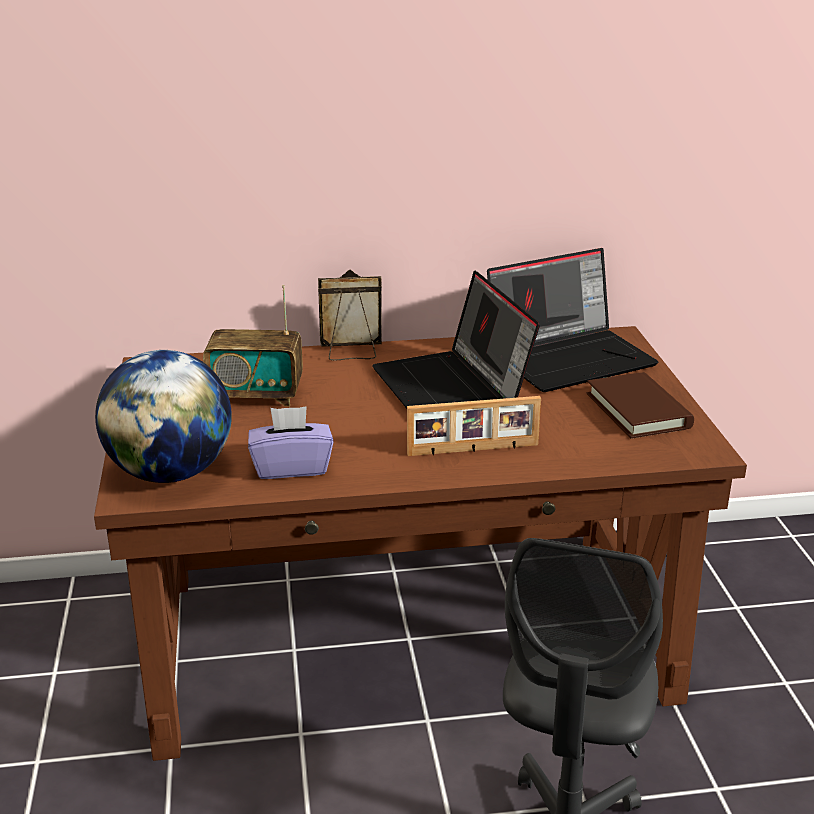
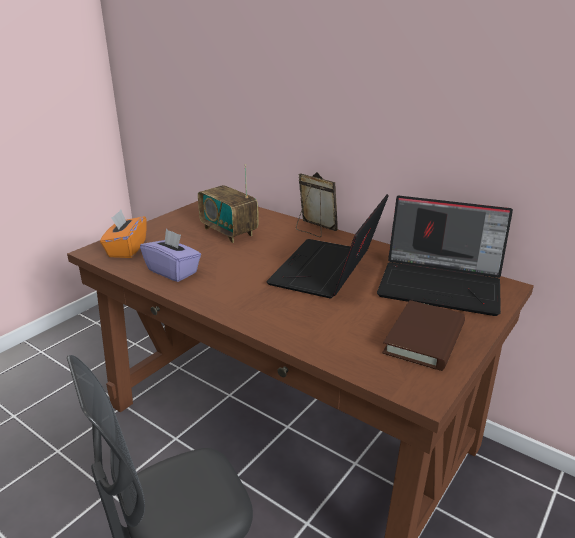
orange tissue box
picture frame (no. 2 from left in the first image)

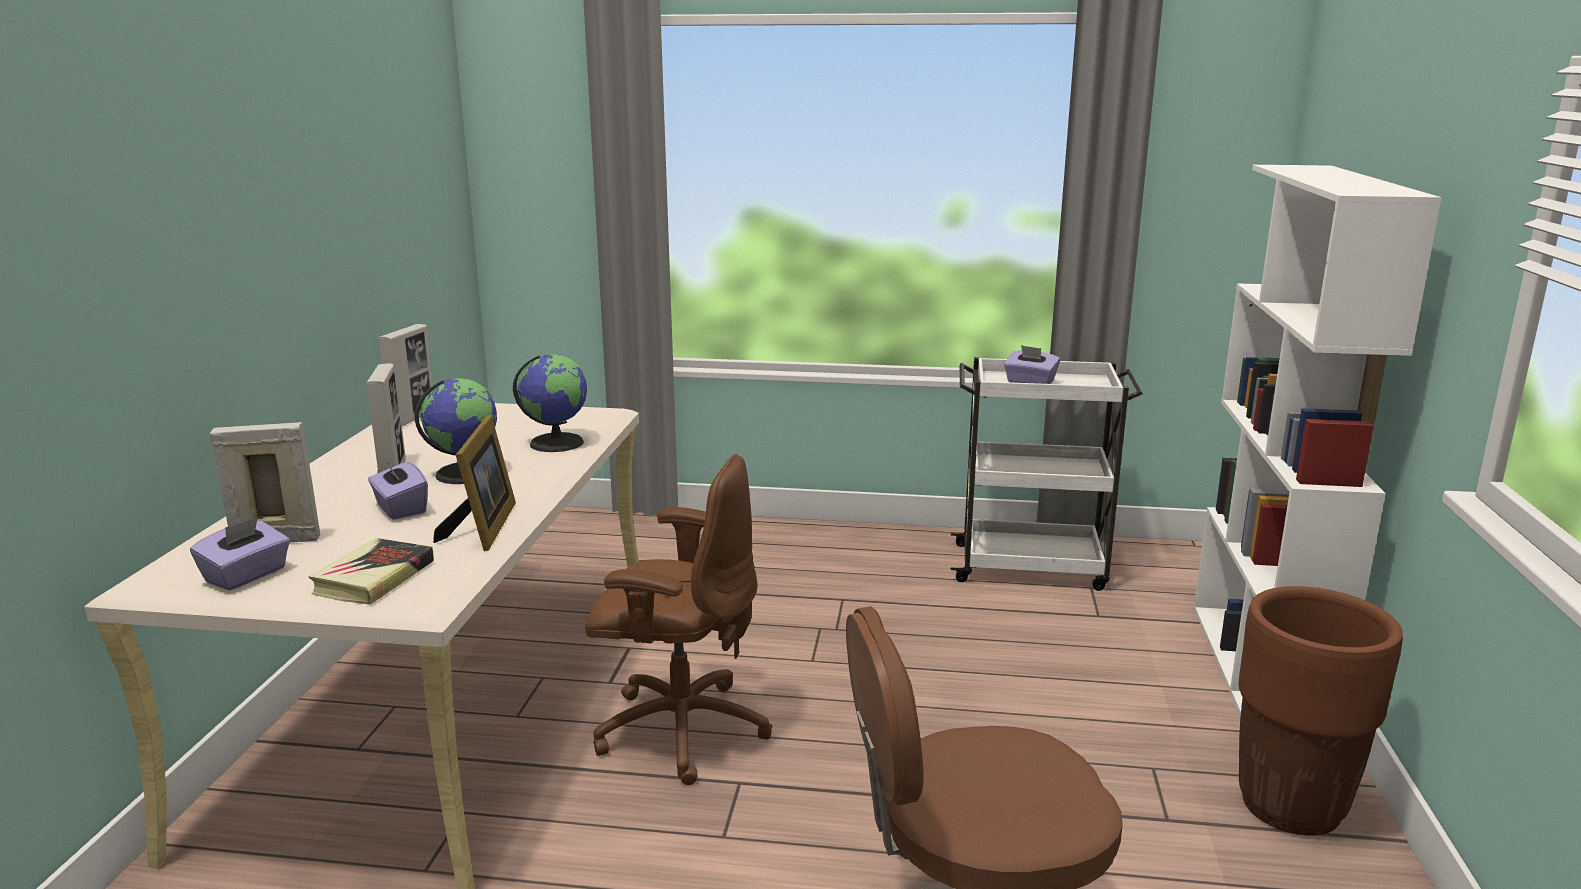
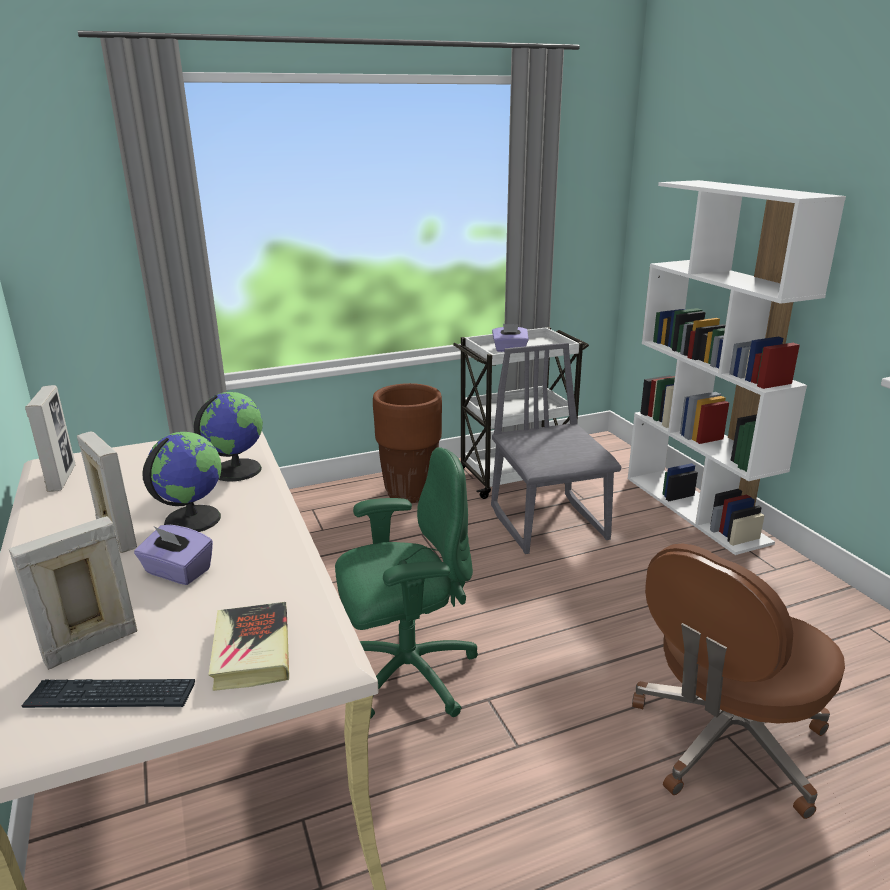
keyboard
green office chair
brown planter
grey chair
picture frame (no. 4 from left in the first image)

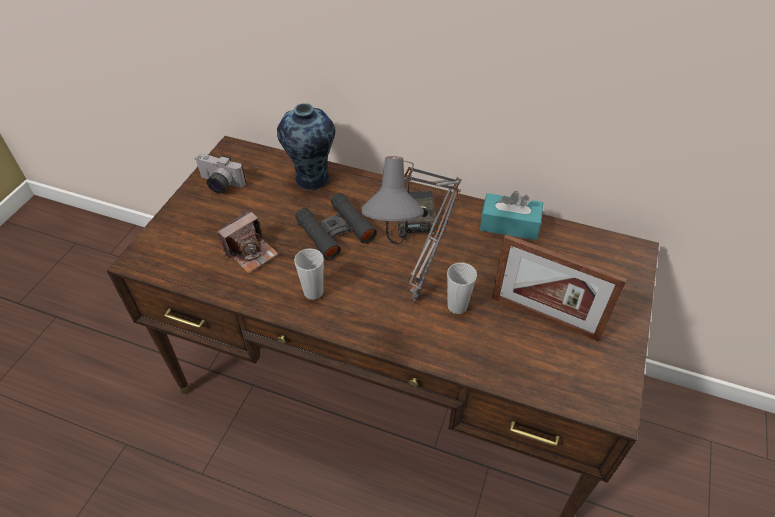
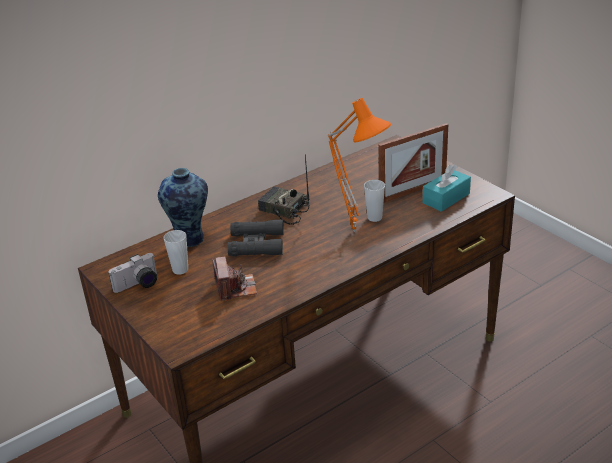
cup (no. 1 from left)
orange table lamp
turquoise tissue box

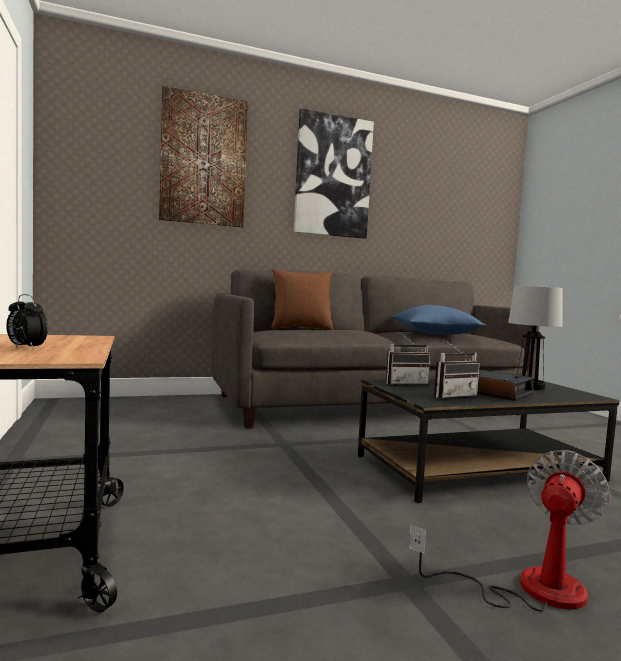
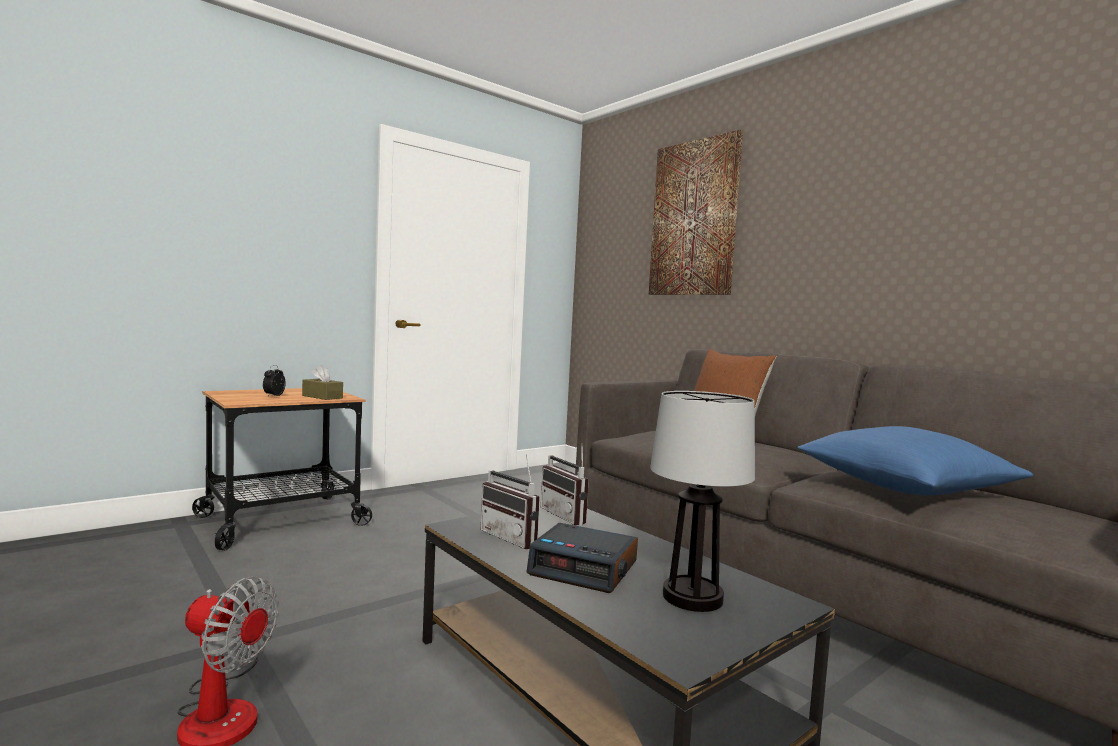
brown tissue box
picture (no. 2 from left in the first image)

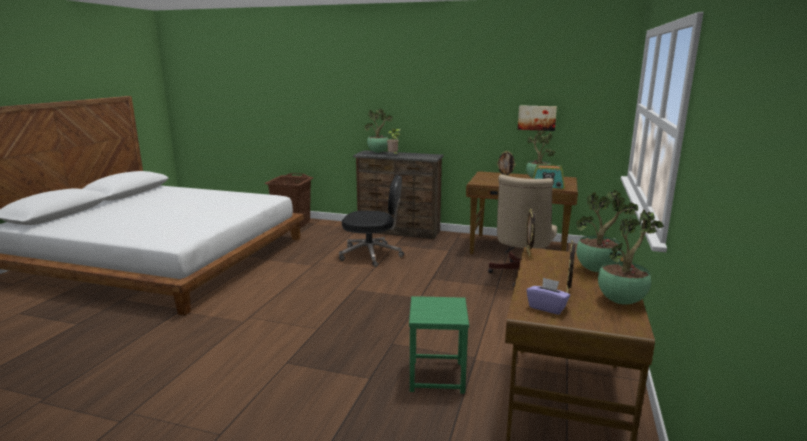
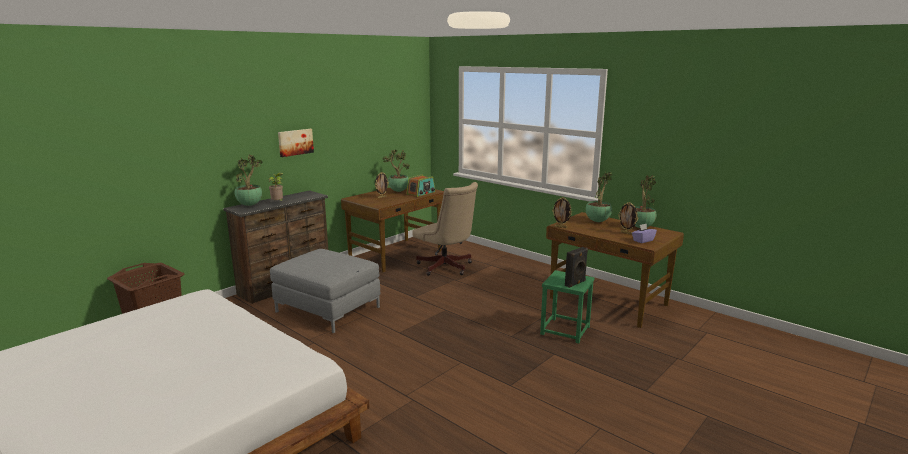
grey ottoman
picture
black speaker

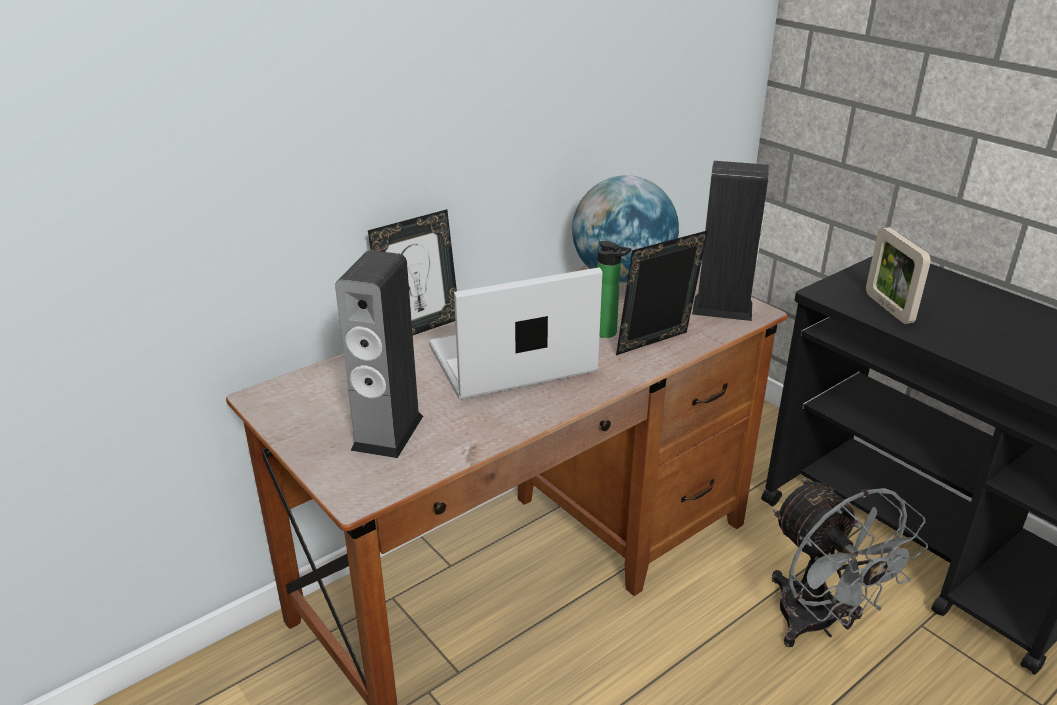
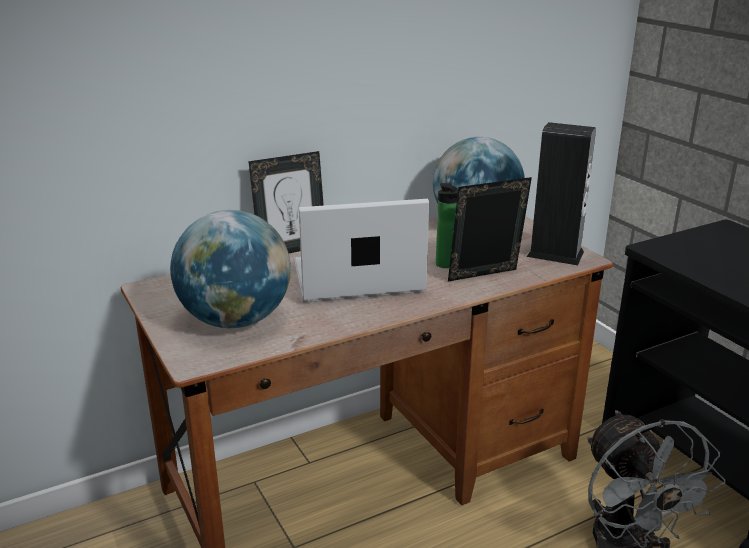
globe (no. 1 from left)
picture frame (no. 3 from left in the first image)

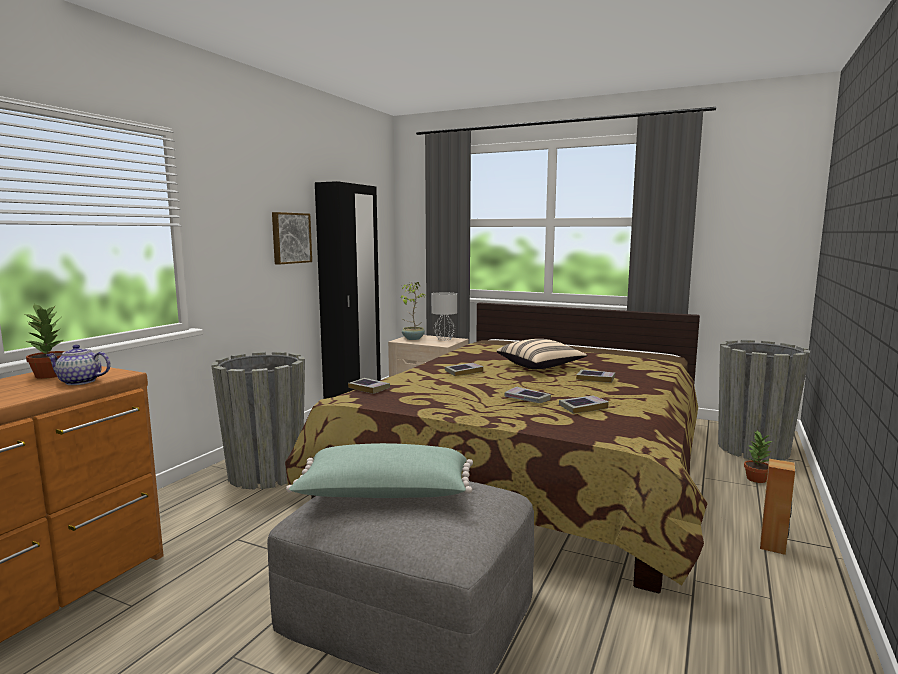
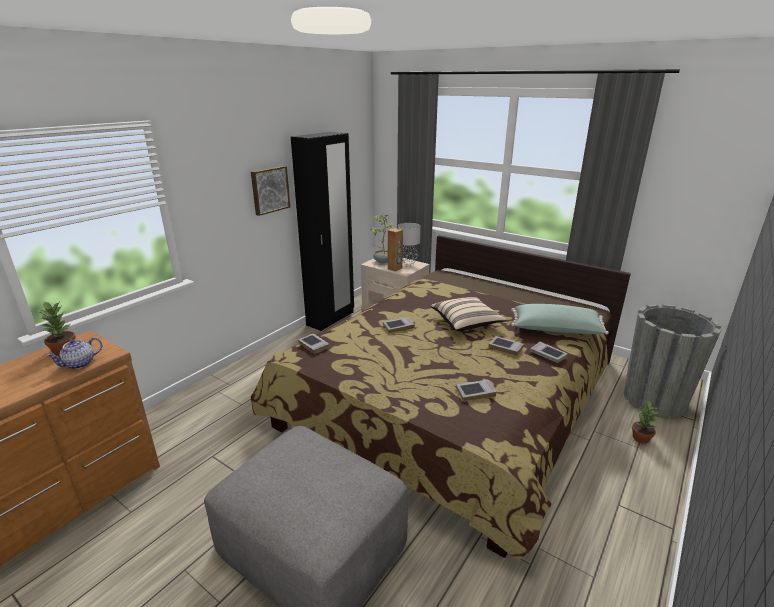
teapot
brown speaker
green pillow
book (no. 5 from left)
grey planter (no. 1 from left in the first image)

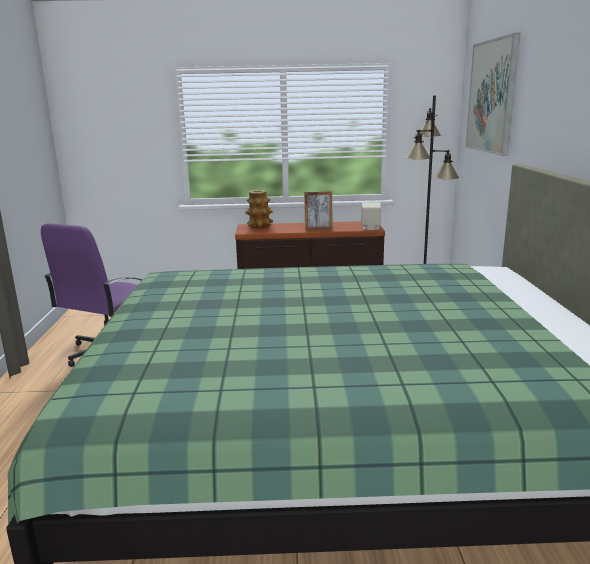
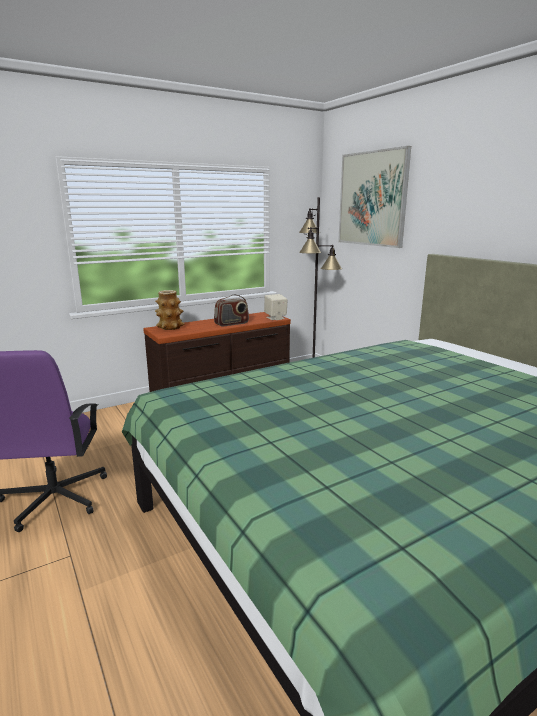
radio

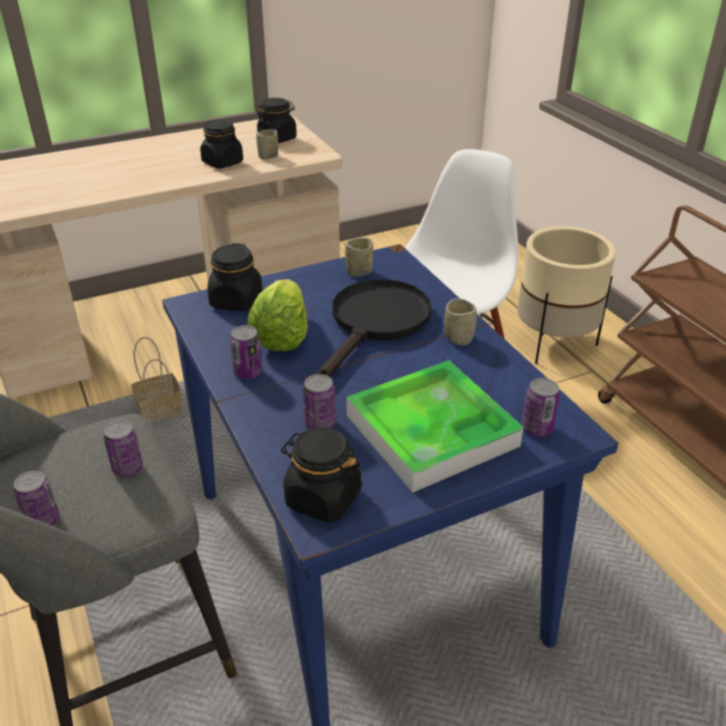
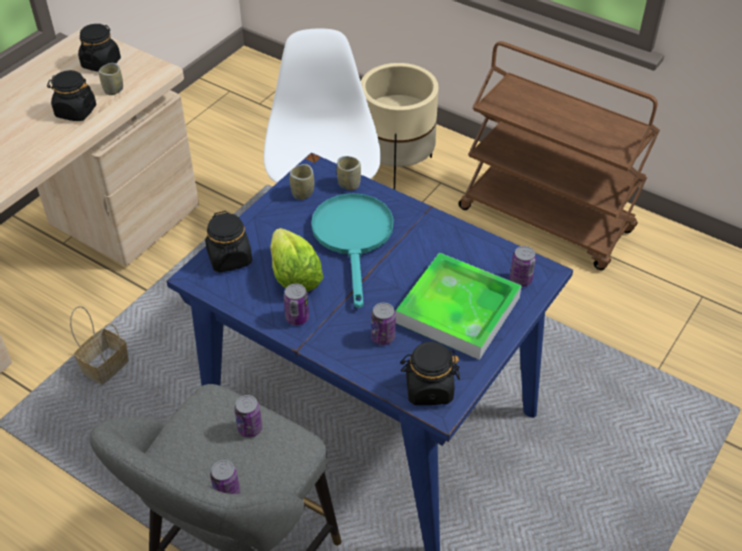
turquoise frying pan
cup (no. 3 from left)

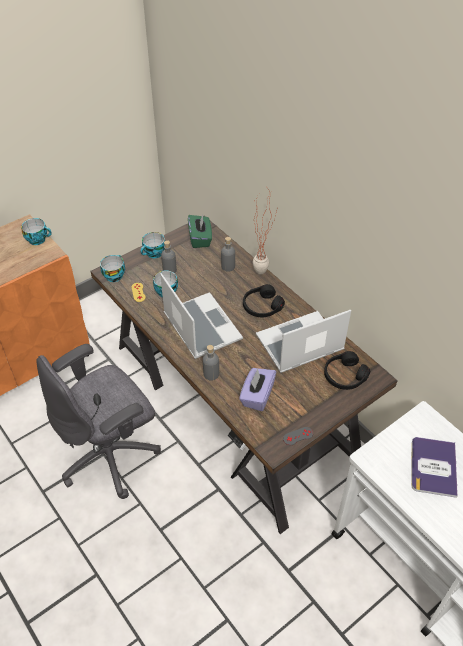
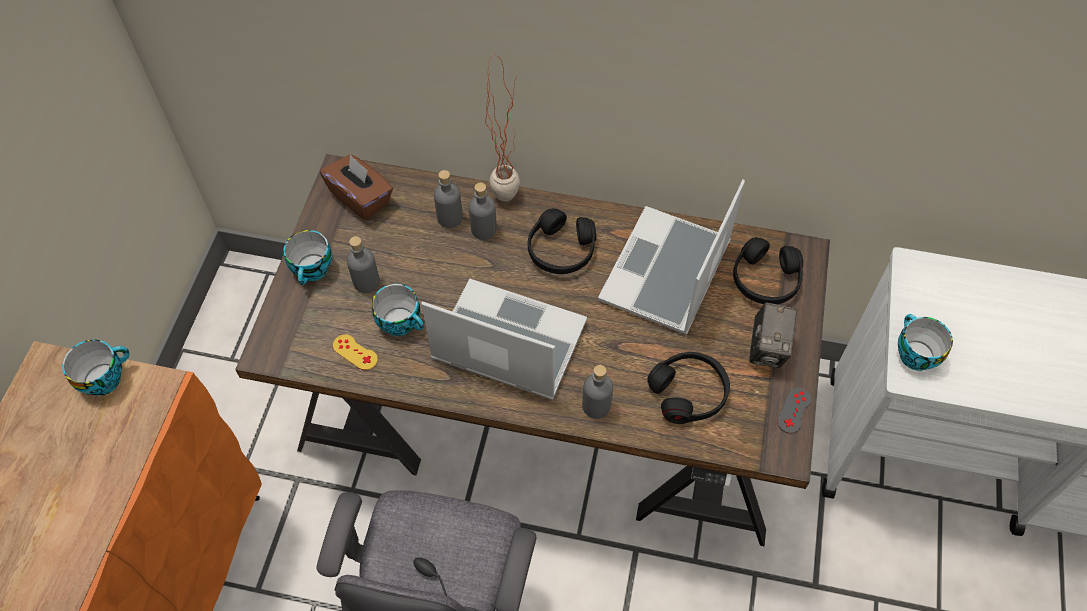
brown tissue box
grey bottle (no. 3 from left)
black headphones (no. 2 from left)
photo camera
cup (no. 4 from left)
book

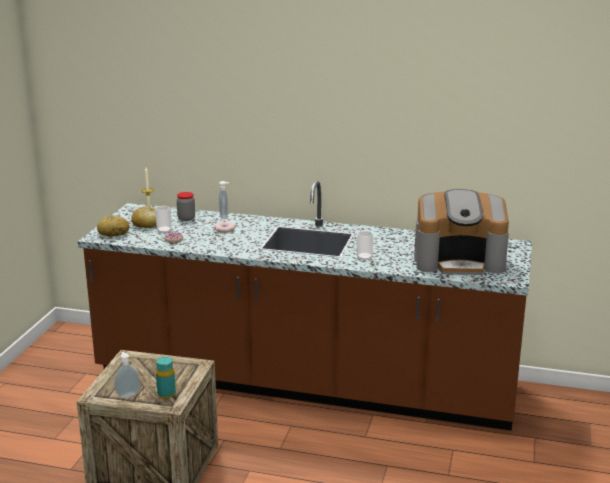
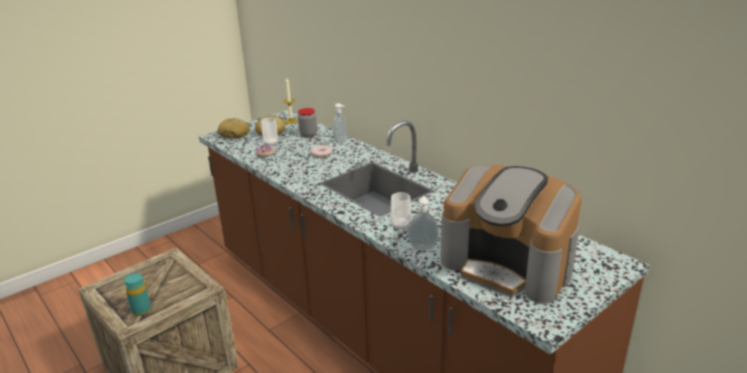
soap dispenser (no. 2 from left)

